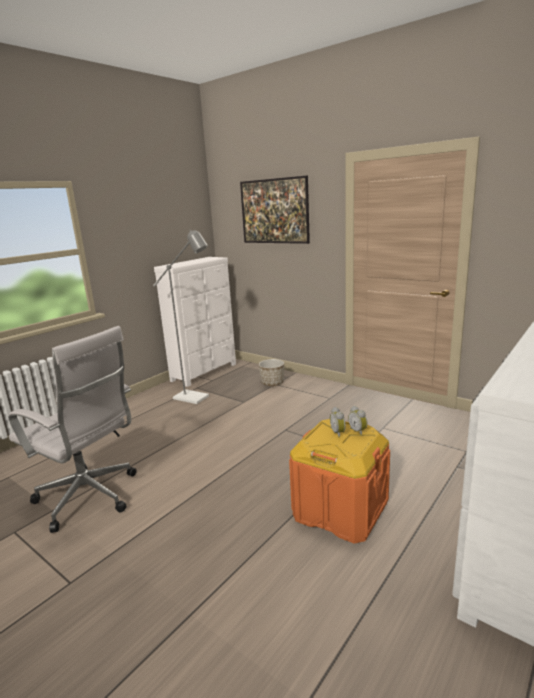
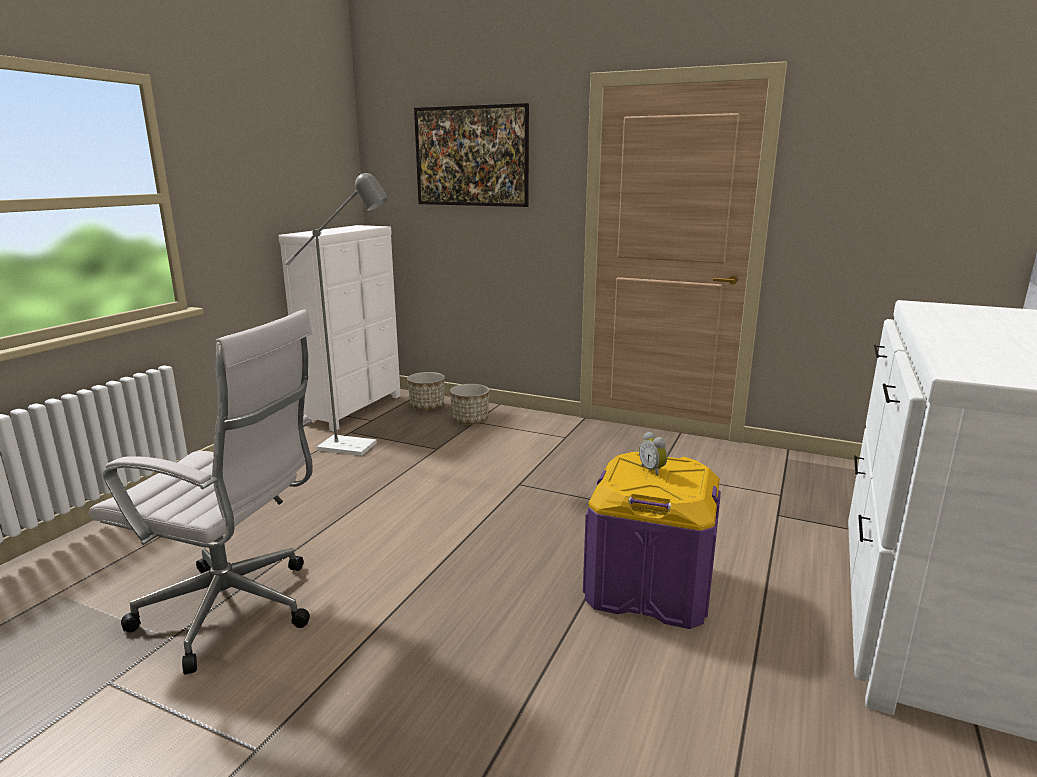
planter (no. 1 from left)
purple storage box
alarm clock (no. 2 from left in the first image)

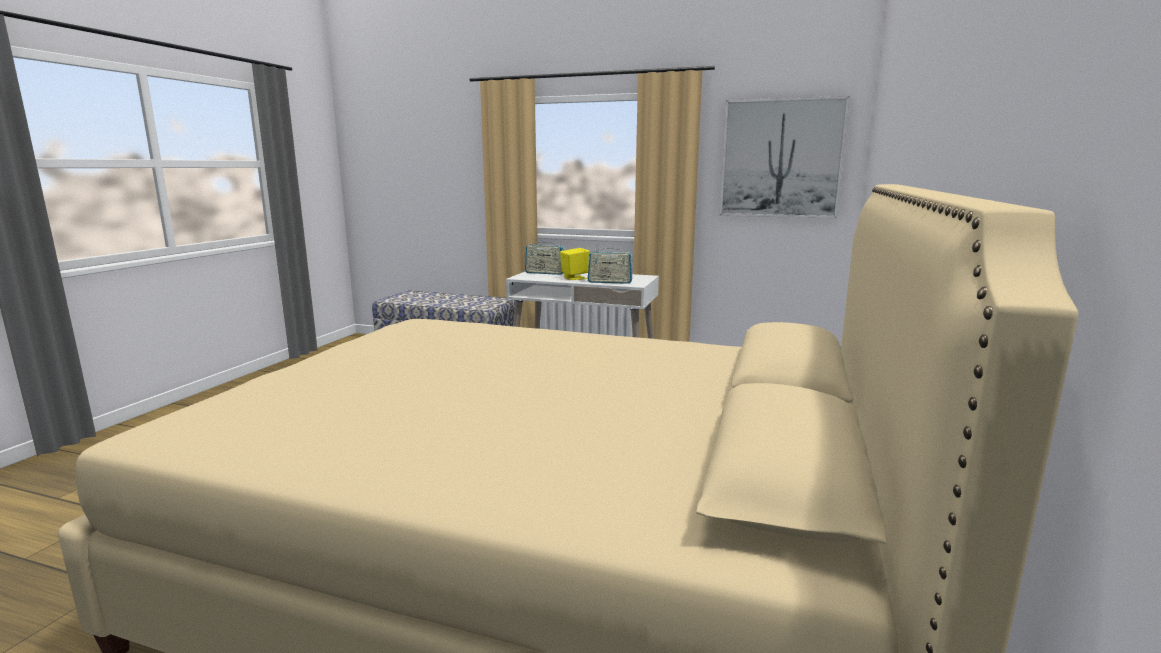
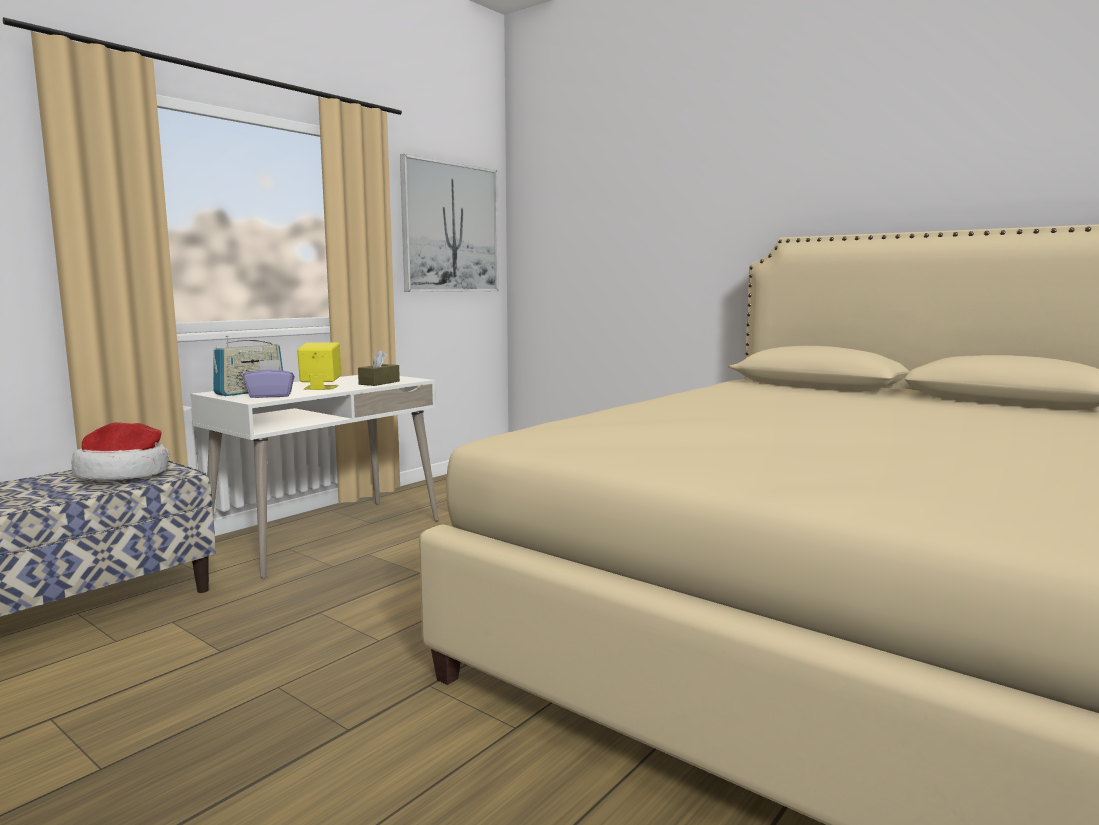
hat
purple tissue box
brown tissue box

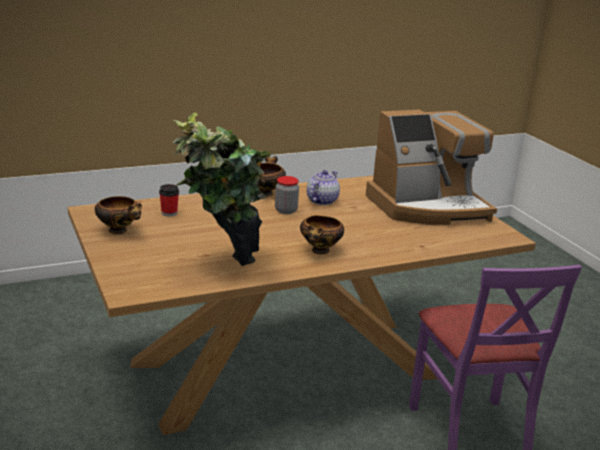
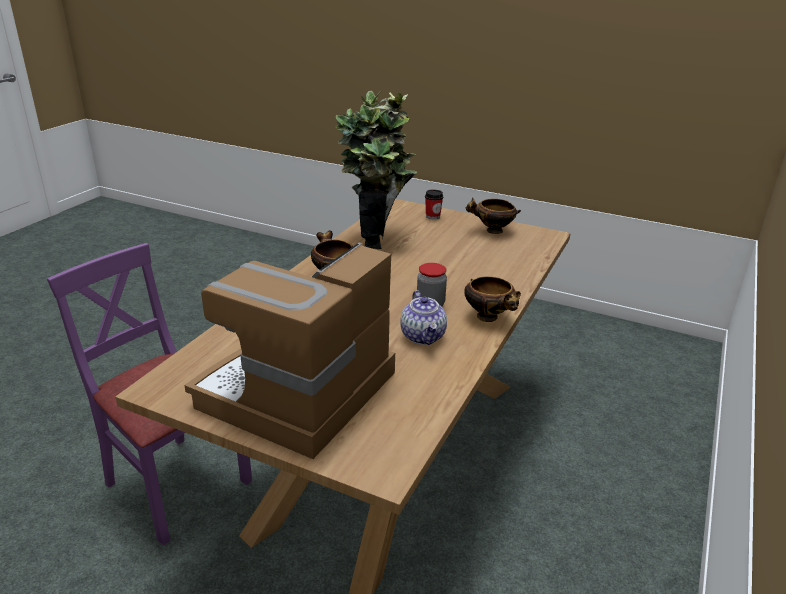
cup

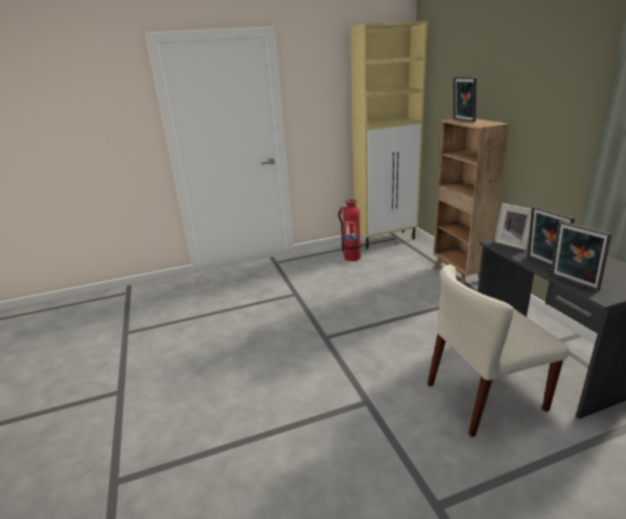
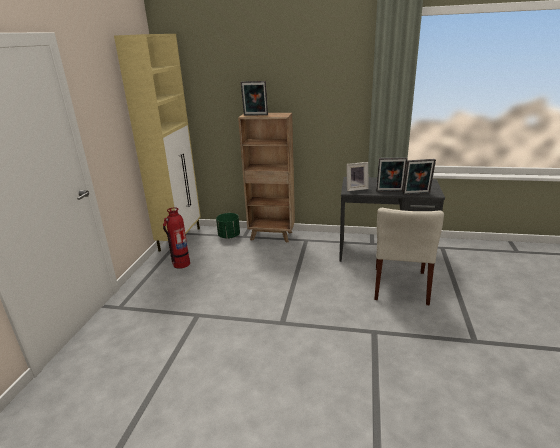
green planter

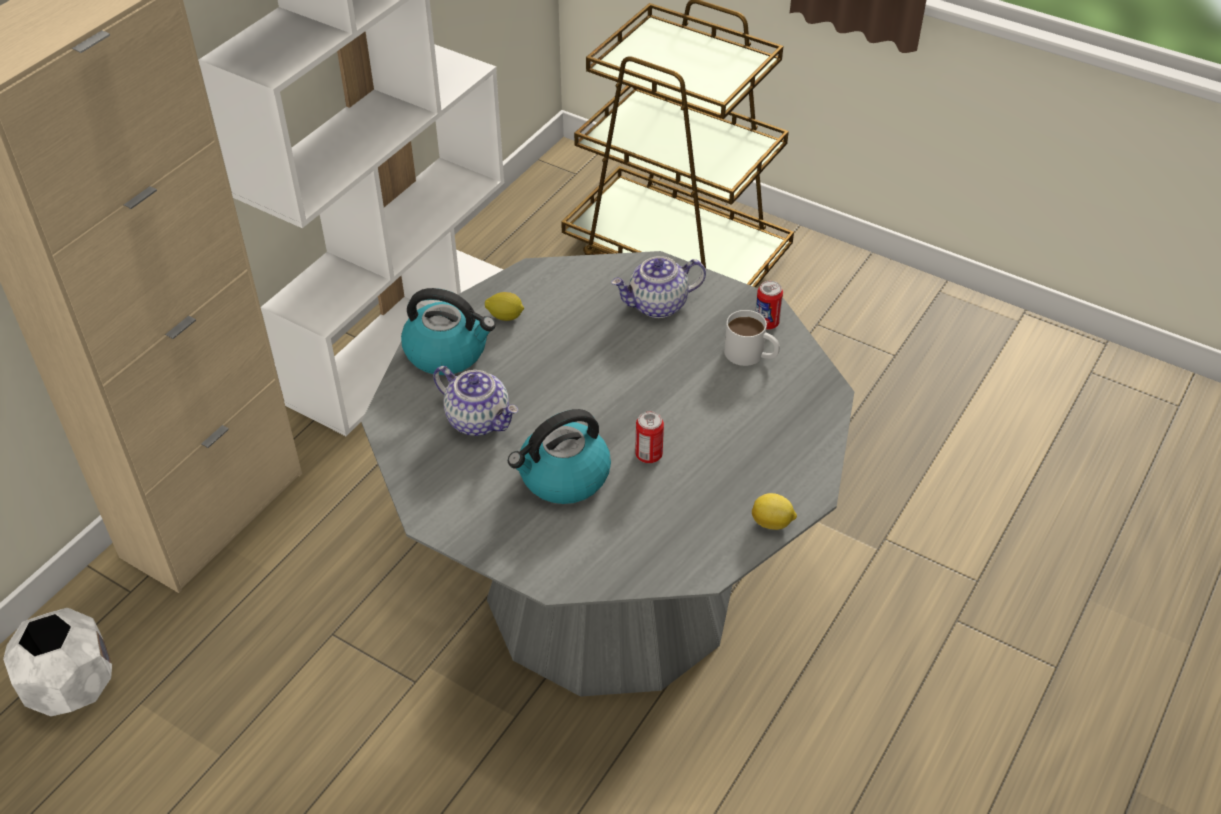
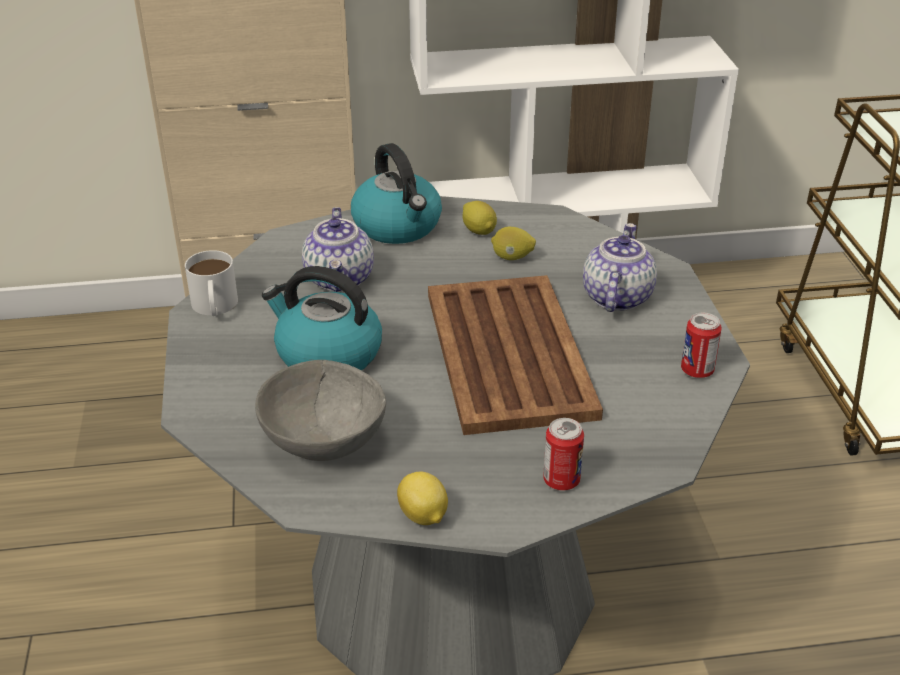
white mug
grey bowl
brown tray
lemon (no. 3 from left)
can (no. 1 from left)
teapot (no. 2 from left)
white planter

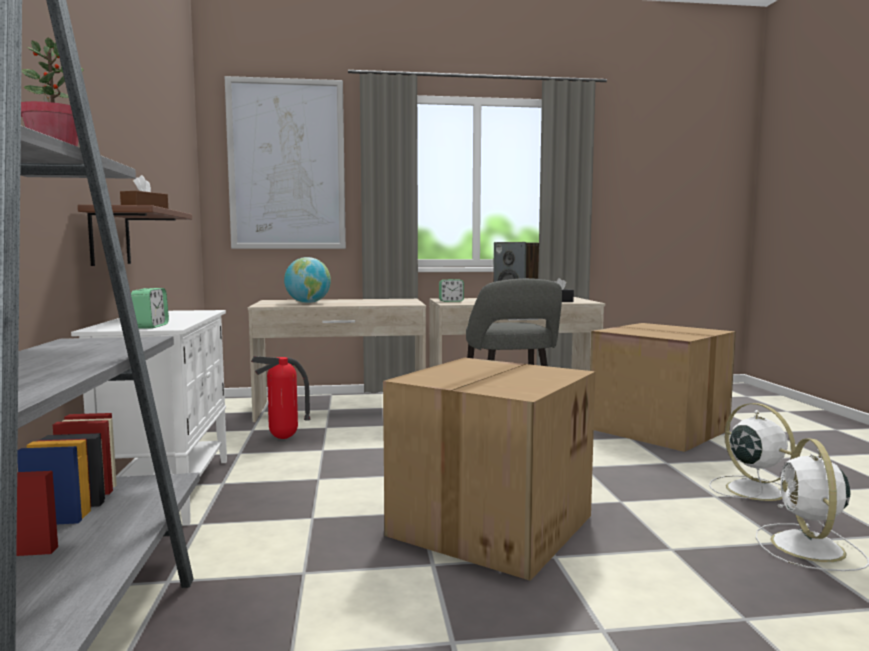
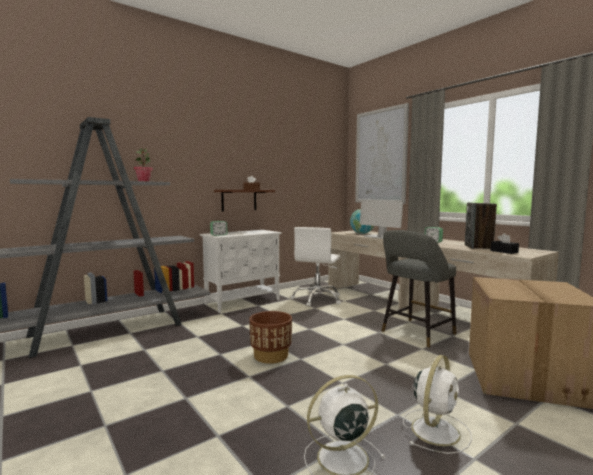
brown planter
white office chair
monitor

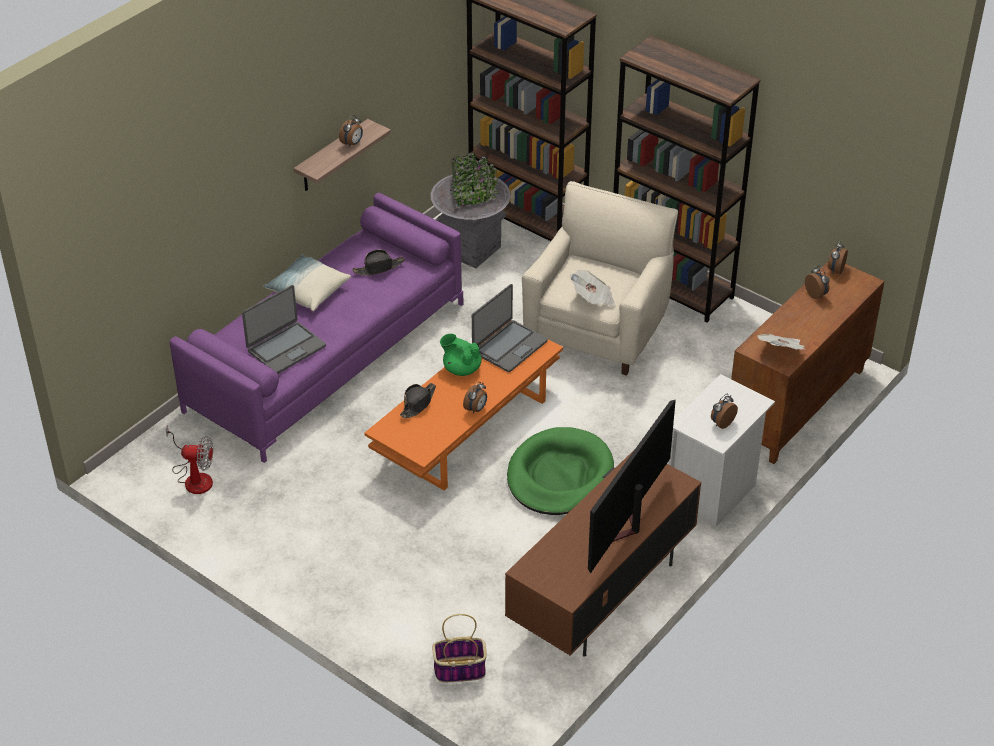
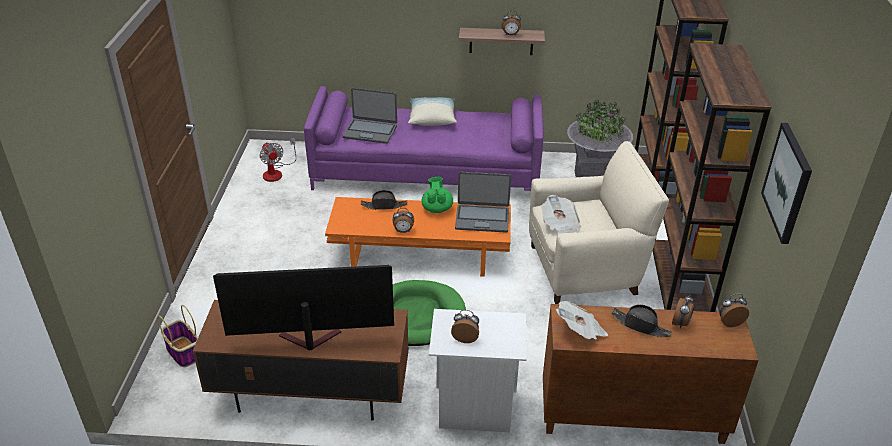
black hat (no. 2 from left)
picture

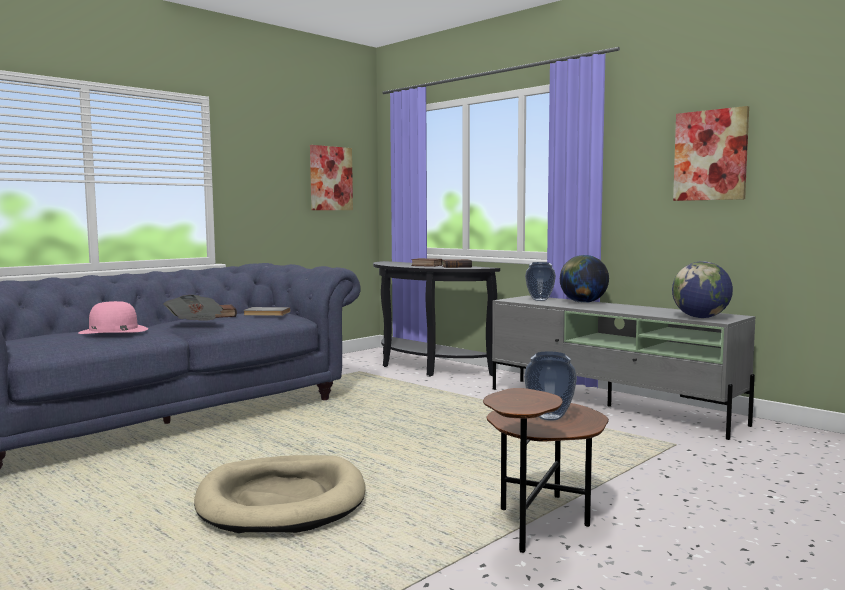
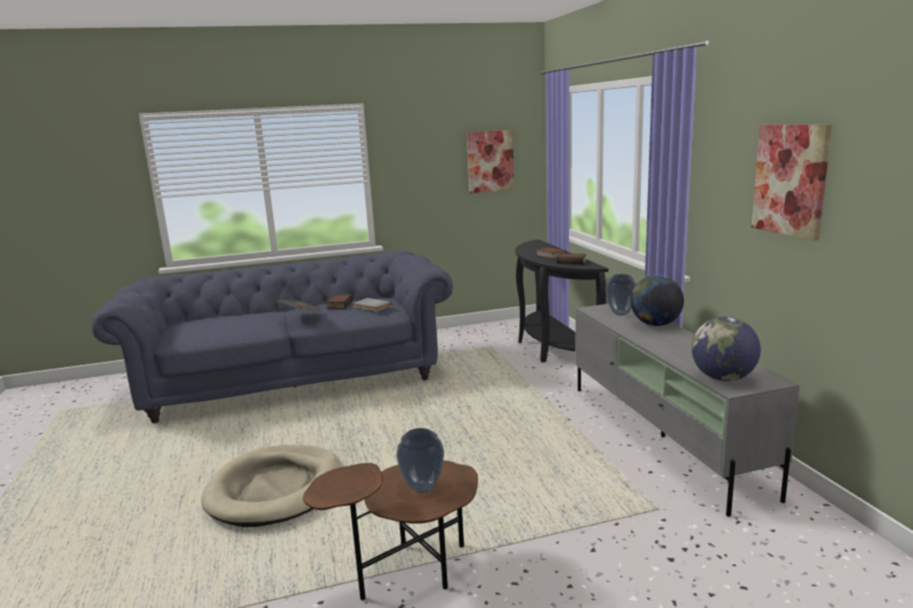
pink hat

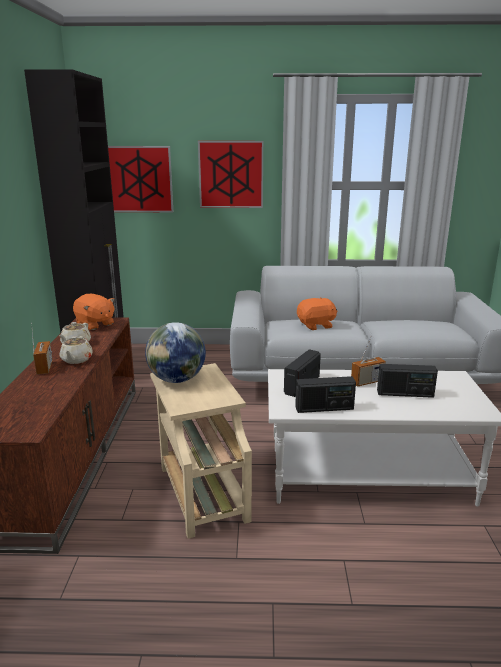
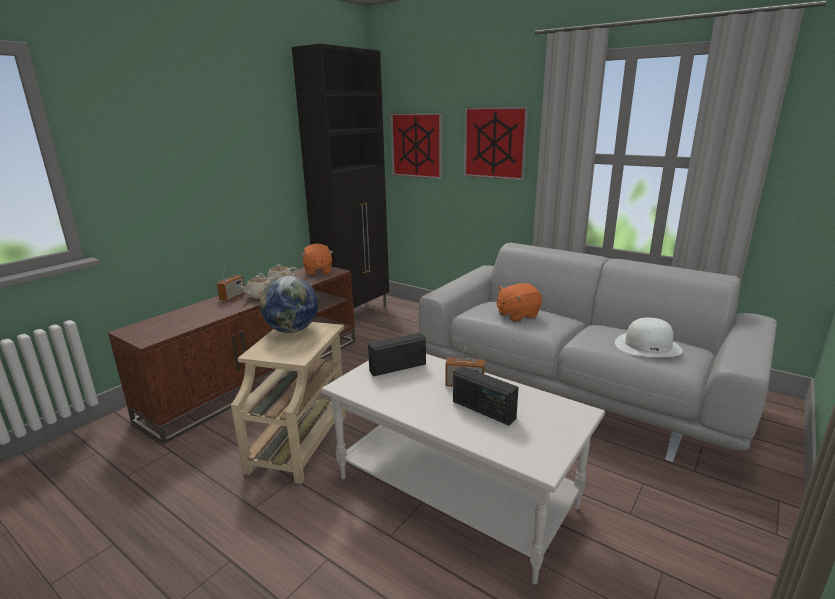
orange plush toy (no. 2 from left)
white hat
radio (no. 3 from left in the first image)

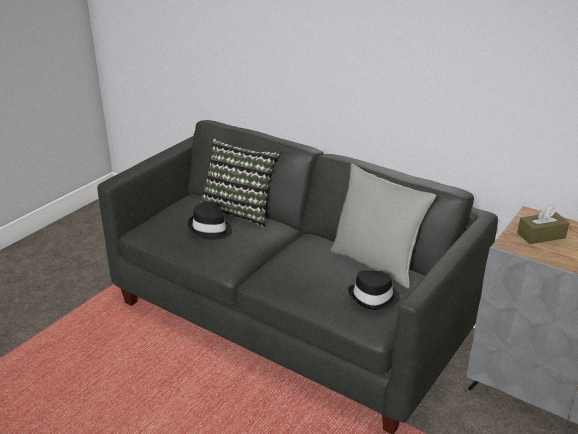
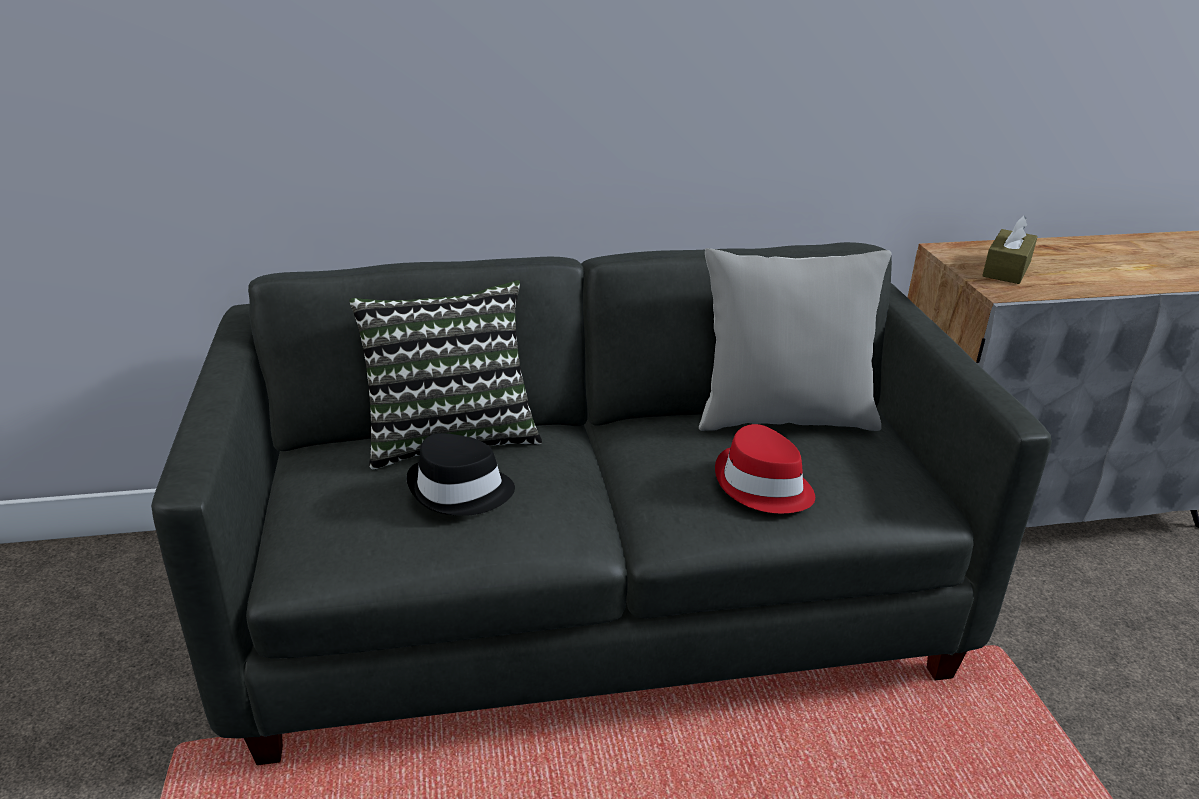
red hat
black hat (no. 2 from left in the first image)

